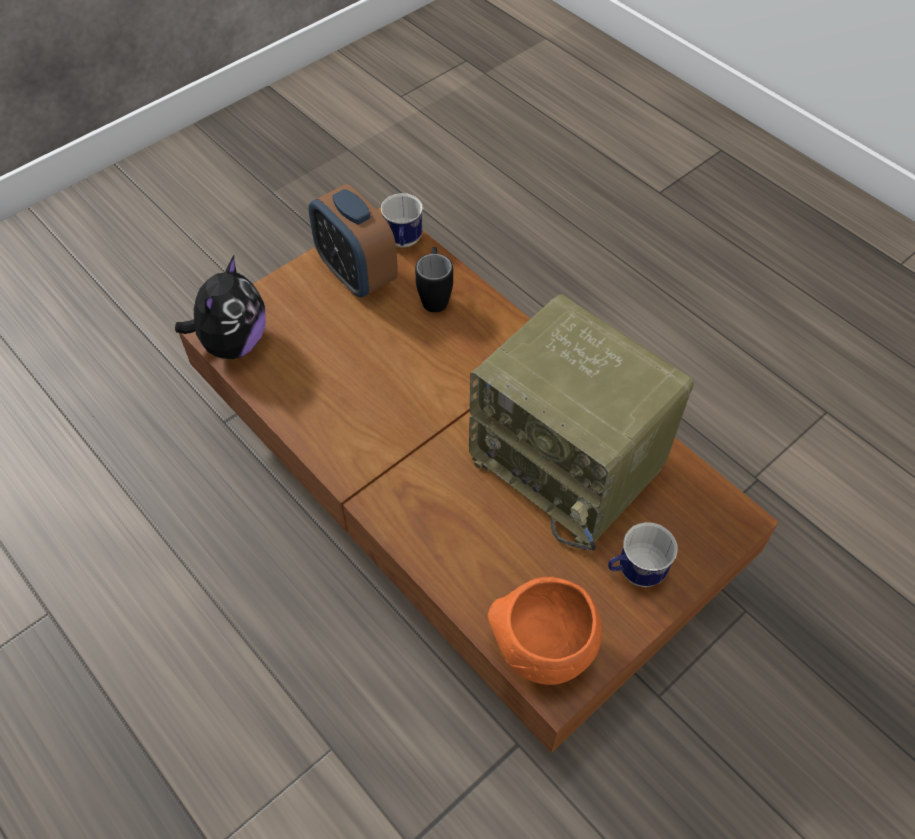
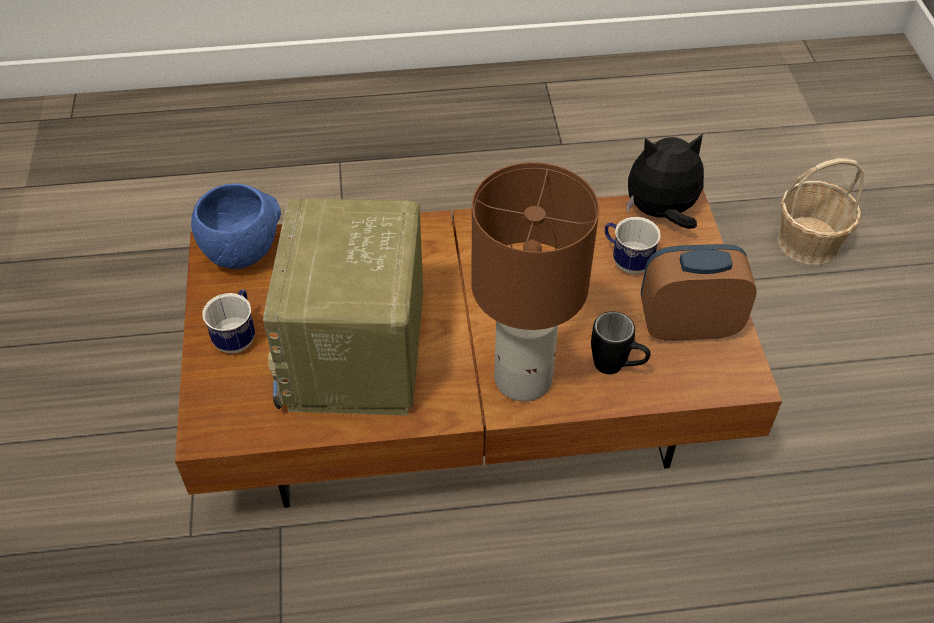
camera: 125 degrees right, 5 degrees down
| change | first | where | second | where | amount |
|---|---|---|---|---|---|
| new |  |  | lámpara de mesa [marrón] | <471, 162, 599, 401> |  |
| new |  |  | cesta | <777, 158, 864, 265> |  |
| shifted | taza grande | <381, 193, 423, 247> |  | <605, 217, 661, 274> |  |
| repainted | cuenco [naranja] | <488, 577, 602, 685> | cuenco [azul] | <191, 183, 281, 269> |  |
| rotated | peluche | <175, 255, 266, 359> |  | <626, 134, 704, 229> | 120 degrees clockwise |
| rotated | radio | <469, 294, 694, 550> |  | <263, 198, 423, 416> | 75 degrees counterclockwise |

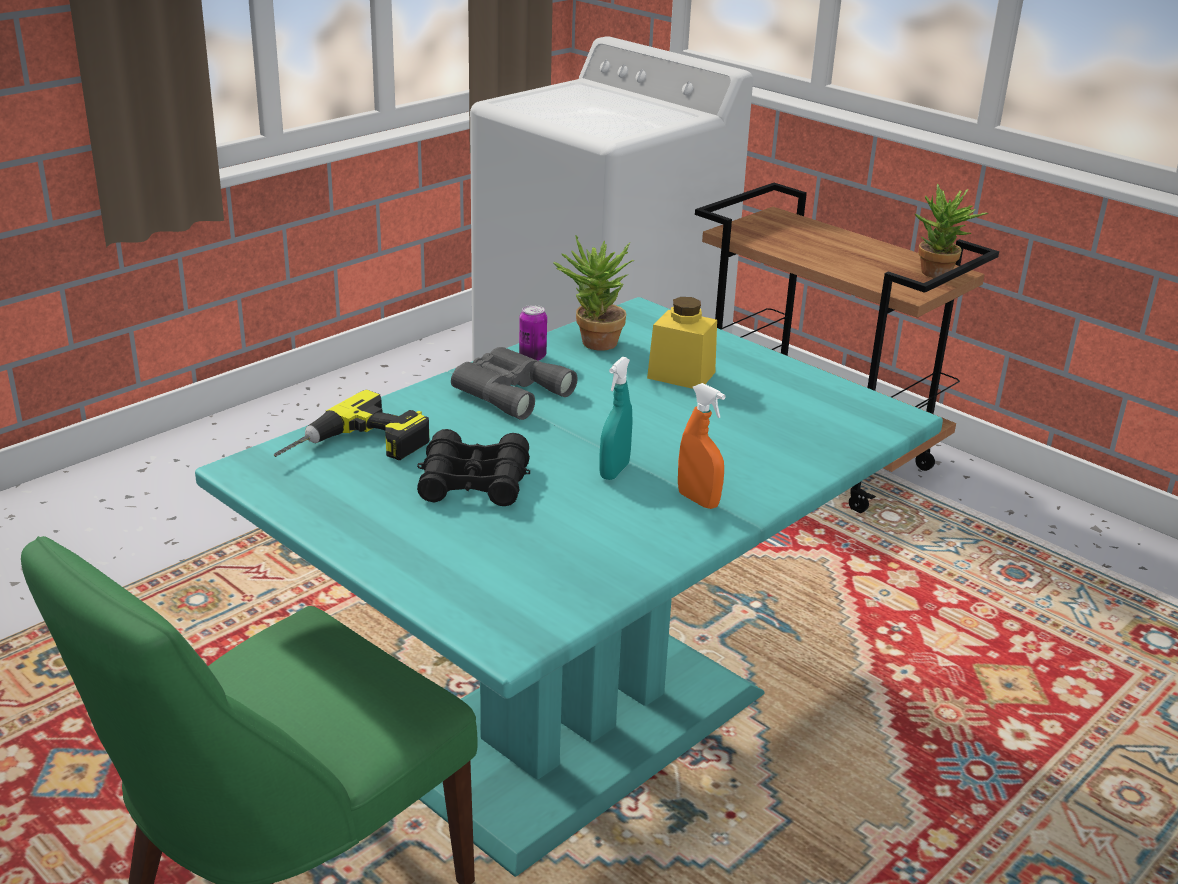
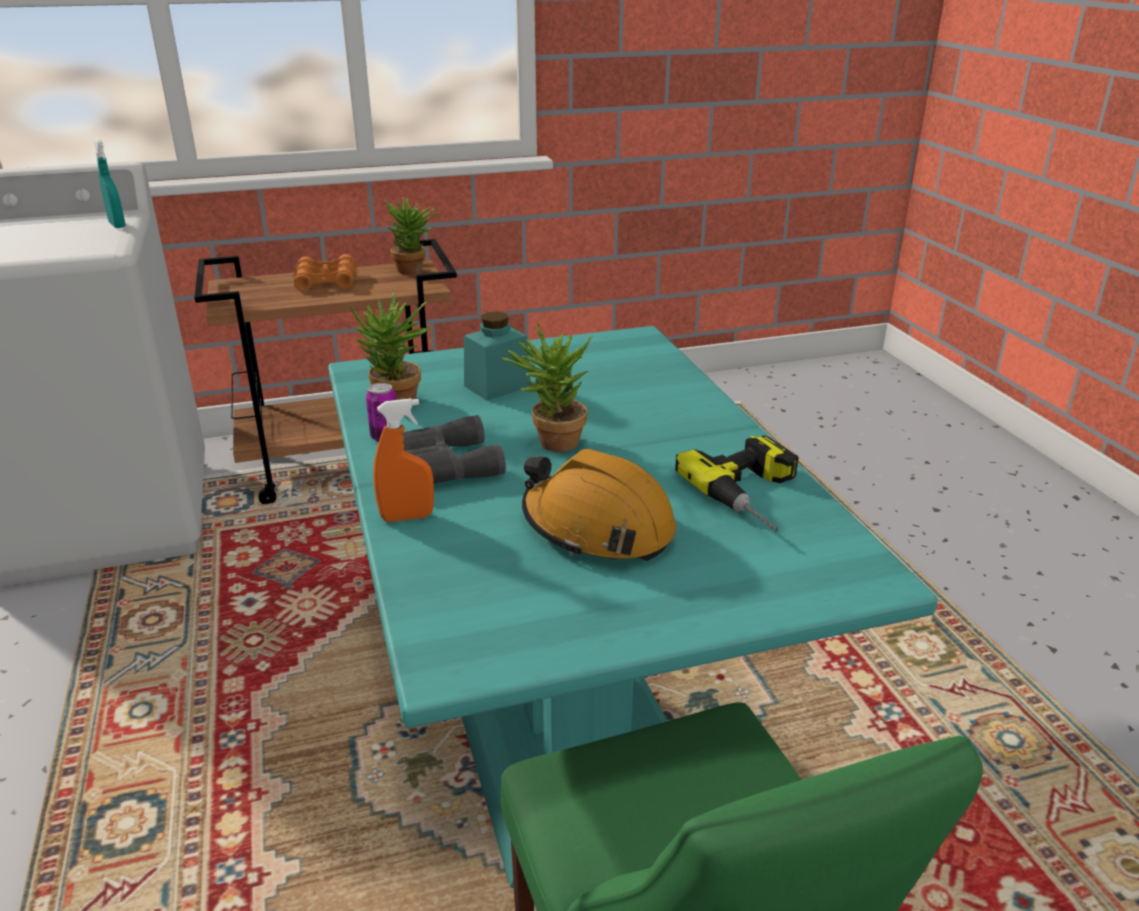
camera: 60 degrees left, 0 degrees up
| change | first | where | second | where | amount |
|---|---|---|---|---|---|
| new |  |  | prismáticos [naranja] | <291, 254, 358, 291> |  |
| new |  |  | planta en maceta | <501, 323, 592, 452> |  |
| shifted | taladro | <274, 389, 429, 460> |  | <675, 435, 799, 532> |  |
| shifted | pulverizador [turquesa] | <599, 357, 633, 480> |  | <93, 138, 125, 228> |  |
| shifted | pulverizador [naranja] | <678, 383, 726, 509> |  | <373, 398, 434, 522> |  |
| swapped | prismáticos [negro] | <417, 429, 530, 506> | casco [naranja] | <522, 449, 676, 561> |  |
| repainted | tarro [amarillo] | <647, 297, 717, 389> | tarro [turquesa] | <464, 311, 531, 401> |  |

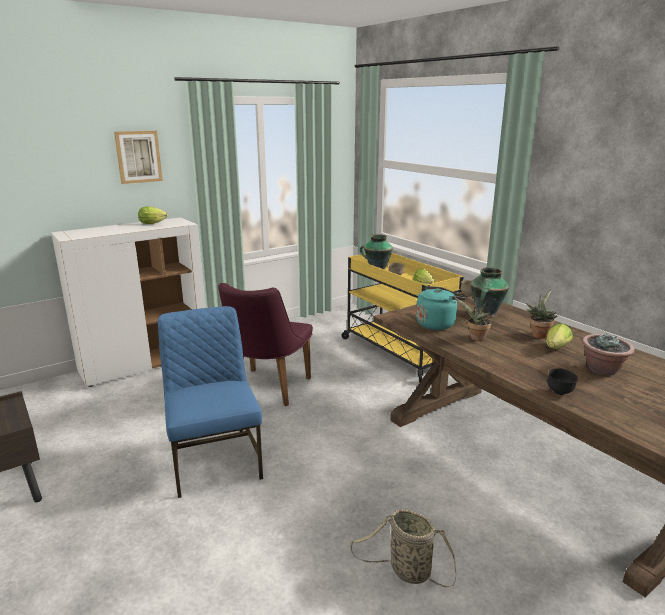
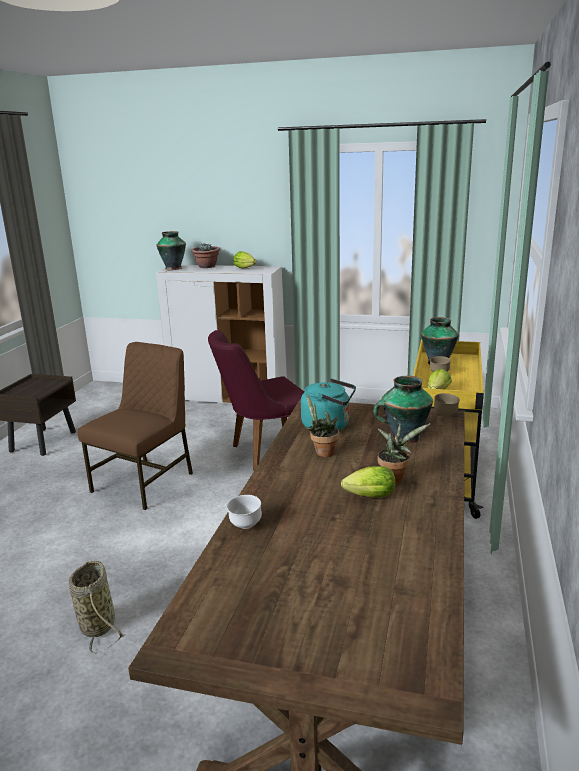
camera: 50 degrees right, 0 degrees up
| change | first | where | second | where | amount |
|---|---|---|---|---|---|
| gone | cuadro | <114, 131, 163, 184> |  |  |  |
| new |  |  | florero | <156, 231, 186, 270> |  |
| shifted | planta en maceta | <582, 334, 635, 375> |  | <191, 243, 220, 268> |  |
| repainted | silla [azul] | <158, 306, 263, 498> | silla [marrón] | <78, 342, 193, 510> |  |
| repainted | cuenco [negro] | <547, 368, 578, 395> | cuenco [blanco] | <227, 495, 262, 529> |  |

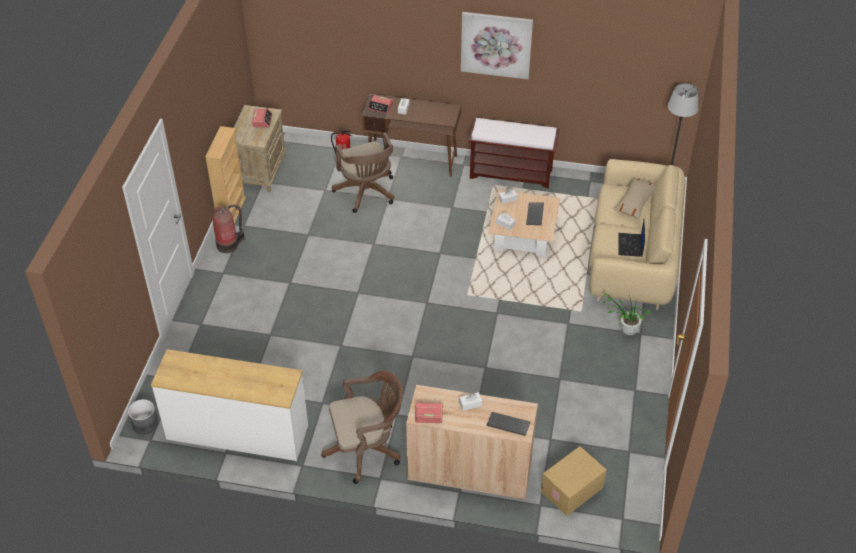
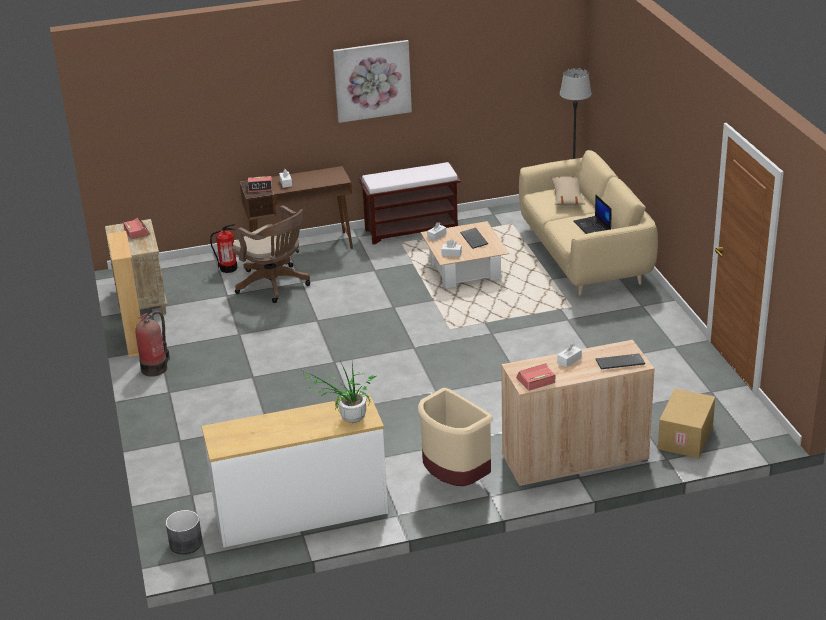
camera: 25 degrees left, 15 degrees down
| change | first | where | second | where | amount |
|---|---|---|---|---|---|
| shifted | planta en maceta | <601, 290, 652, 335> |  | <302, 361, 377, 423> |  |
| swapped | silla de oficina [marrón] | <321, 371, 403, 484> | papelera [beis] | <418, 388, 493, 486> |  |

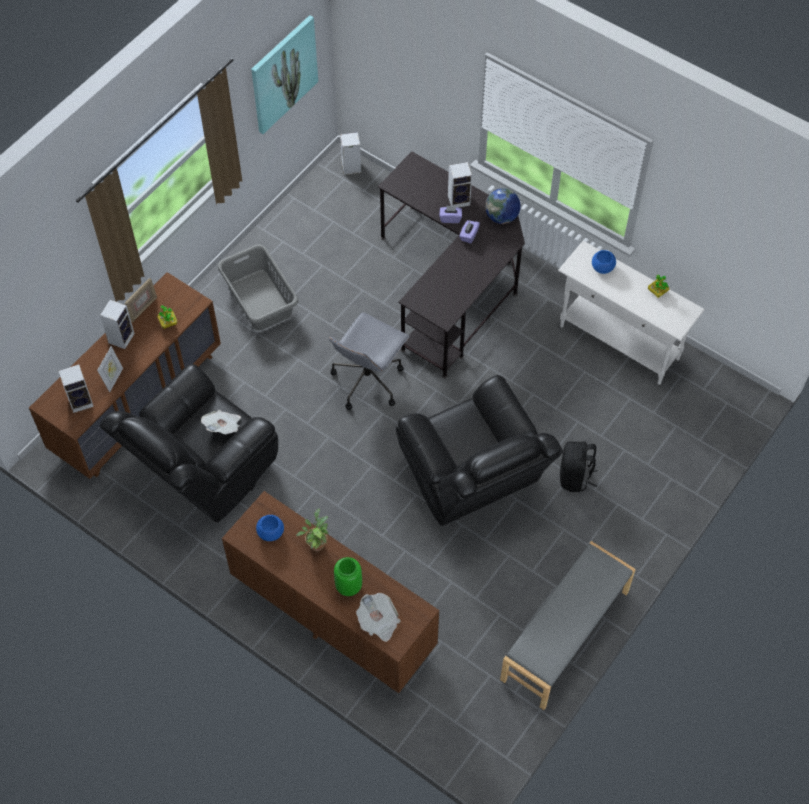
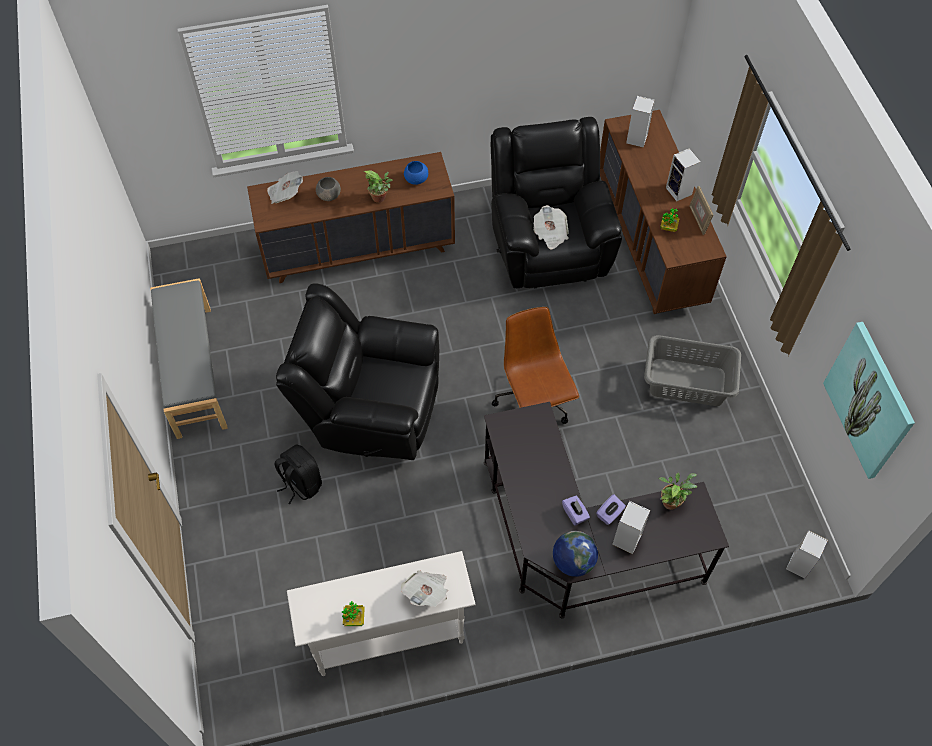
camera: 130 degrees right, 0 degrees up
| change | first | where | second | where | amount |
|---|---|---|---|---|---|
| gone | portarretratos | <97, 346, 123, 392> |  |  |  |
| new |  |  | planta en maceta | <658, 473, 697, 510> |  |
| swapped | florero [verde] | <334, 557, 362, 596> | cuenco [gris] | <316, 177, 341, 201> |  |
| swapped | cuenco [azul] | <592, 250, 616, 274> | periódico | <401, 570, 448, 607> |  |
| repainted | silla de oficina [gris] | <329, 312, 410, 410> | silla de oficina [marrón] | <492, 307, 579, 424> |  |

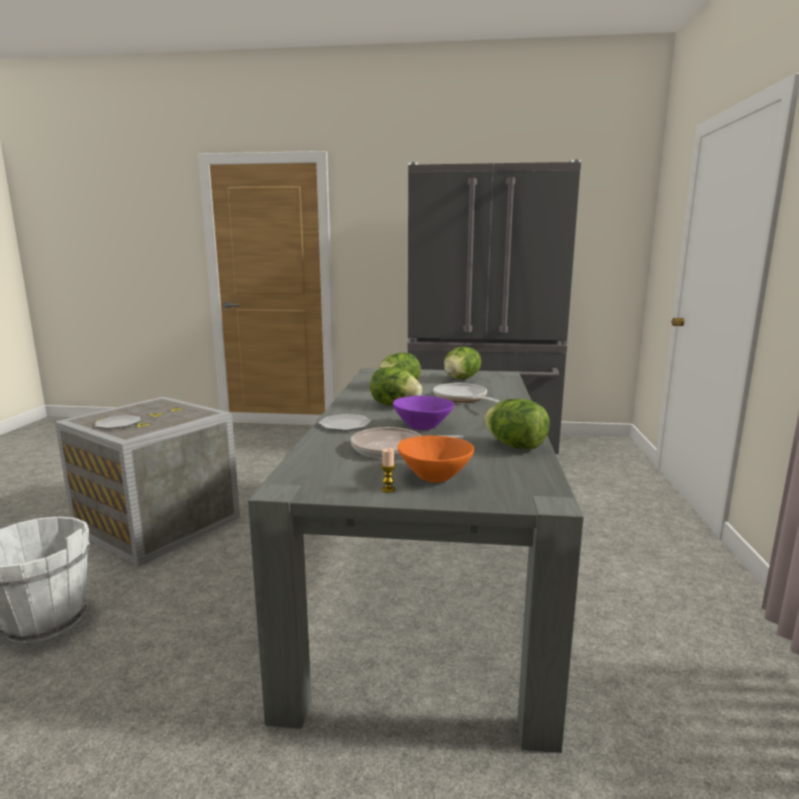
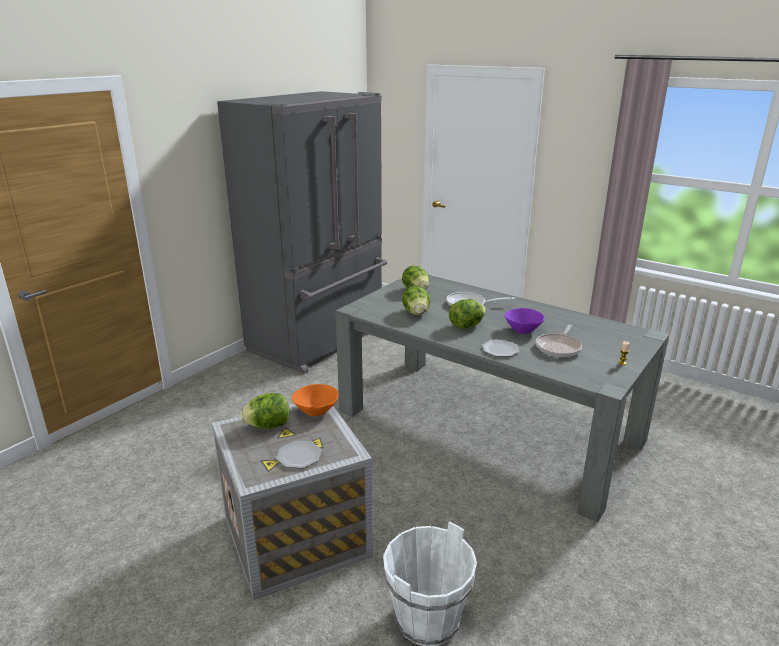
camera: 60 degrees left, 10 degrees up
| change | first | where | second | where | amount |
|---|---|---|---|---|---|
| shifted | cuenco [naranja] | <398, 435, 474, 483> |  | <292, 384, 339, 416> |  |
| shifted | lechuga | <484, 399, 550, 449> |  | <240, 393, 289, 429> |  |

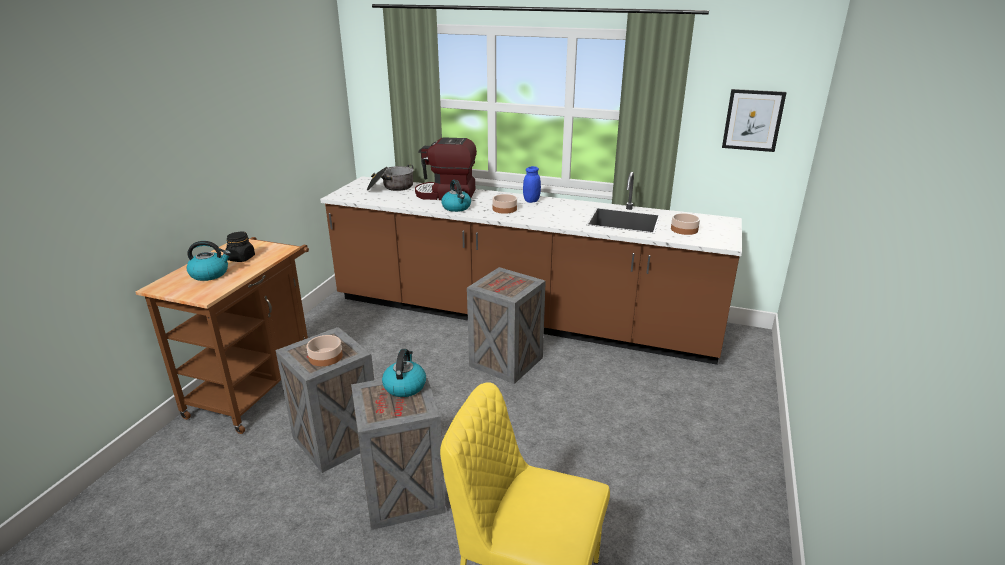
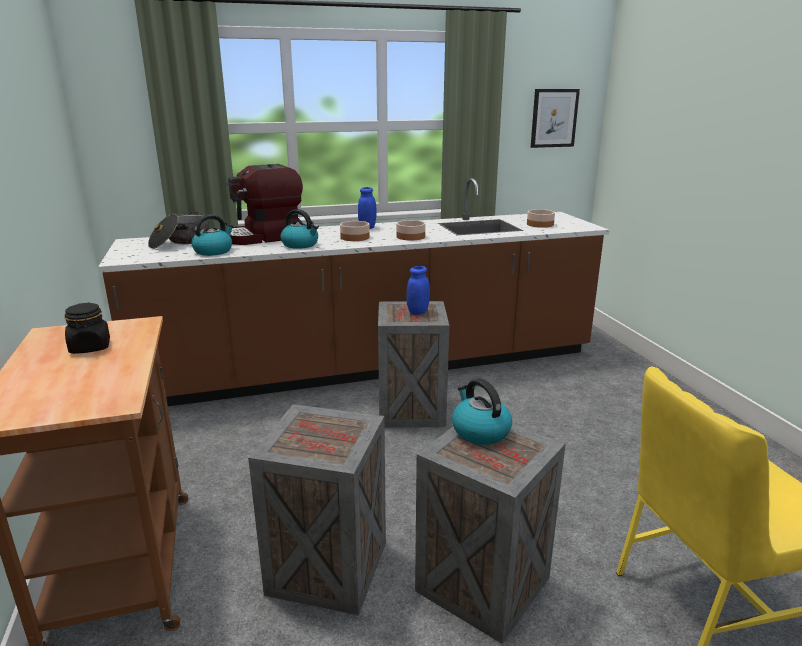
camera: 35 degrees left, 5 degrees down
| change | first | where | second | where | amount |
|---|---|---|---|---|---|
| new |  |  | tarro [azul] | <407, 266, 430, 315> |  |
| shifted | hervidor | <187, 241, 231, 281> |  | <191, 215, 234, 256> |  |
| shifted | cuenco | <307, 335, 343, 366> |  | <396, 220, 426, 240> |  |

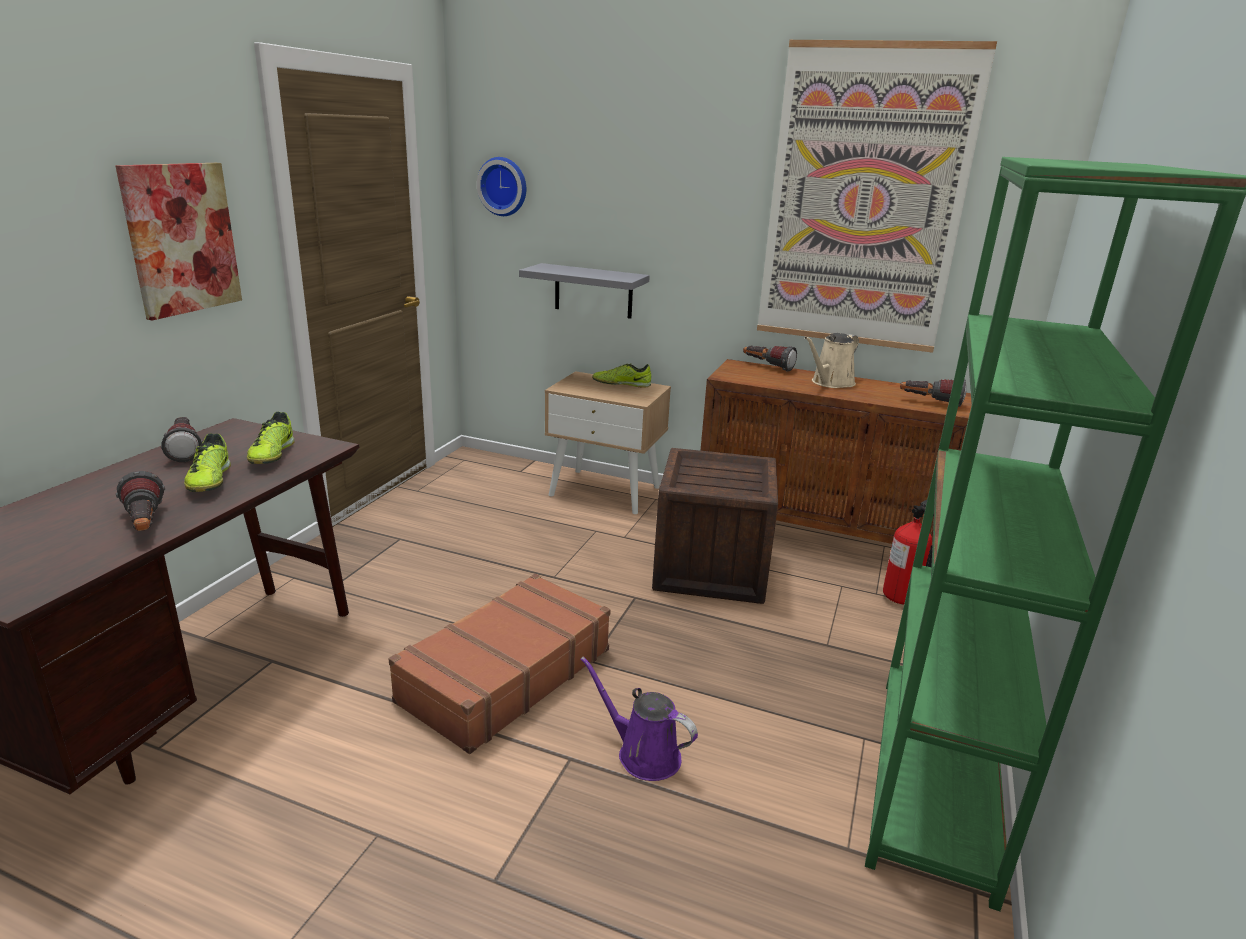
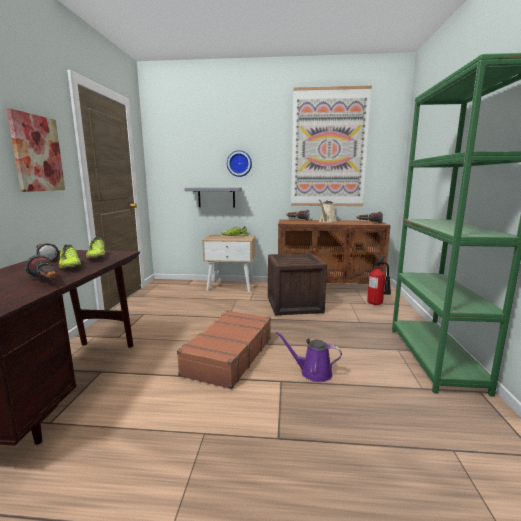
camera: 15 degrees left, 10 degrees down
| change | first | where | second | where | amount |
|---|---|---|---|---|---|
| shifted | reloj de pared | <477, 157, 526, 216> |  | <227, 150, 252, 177> |  |

